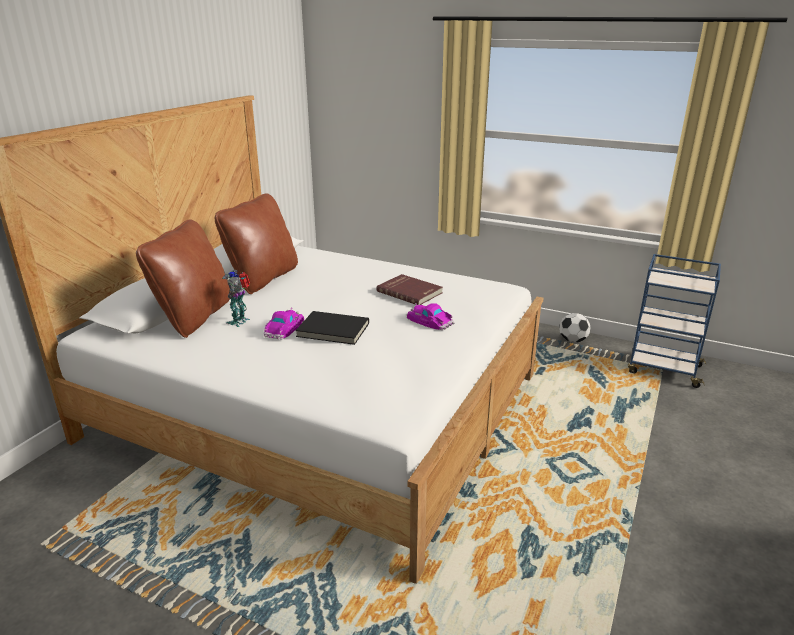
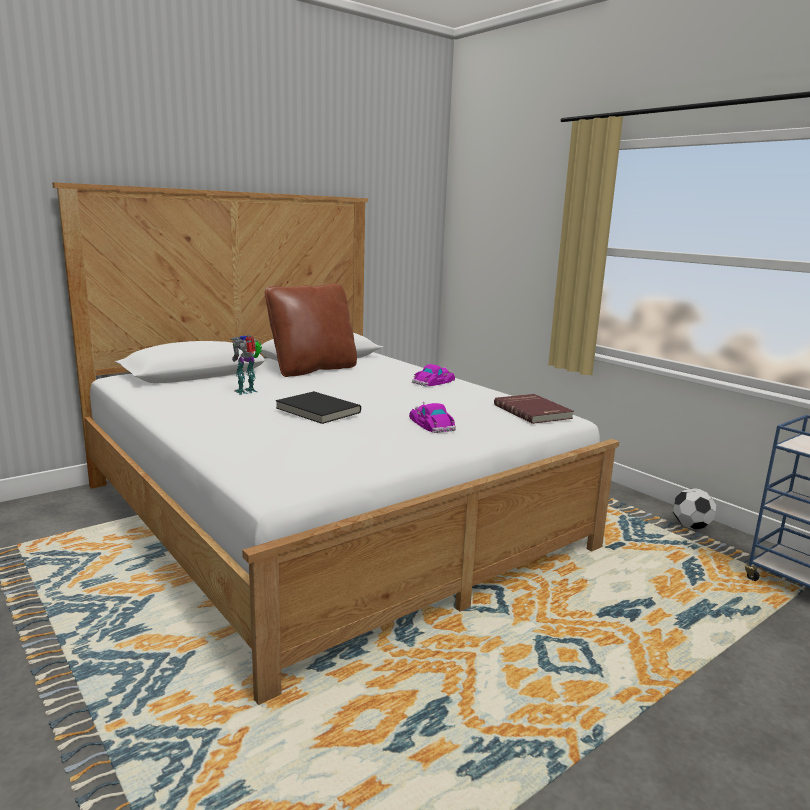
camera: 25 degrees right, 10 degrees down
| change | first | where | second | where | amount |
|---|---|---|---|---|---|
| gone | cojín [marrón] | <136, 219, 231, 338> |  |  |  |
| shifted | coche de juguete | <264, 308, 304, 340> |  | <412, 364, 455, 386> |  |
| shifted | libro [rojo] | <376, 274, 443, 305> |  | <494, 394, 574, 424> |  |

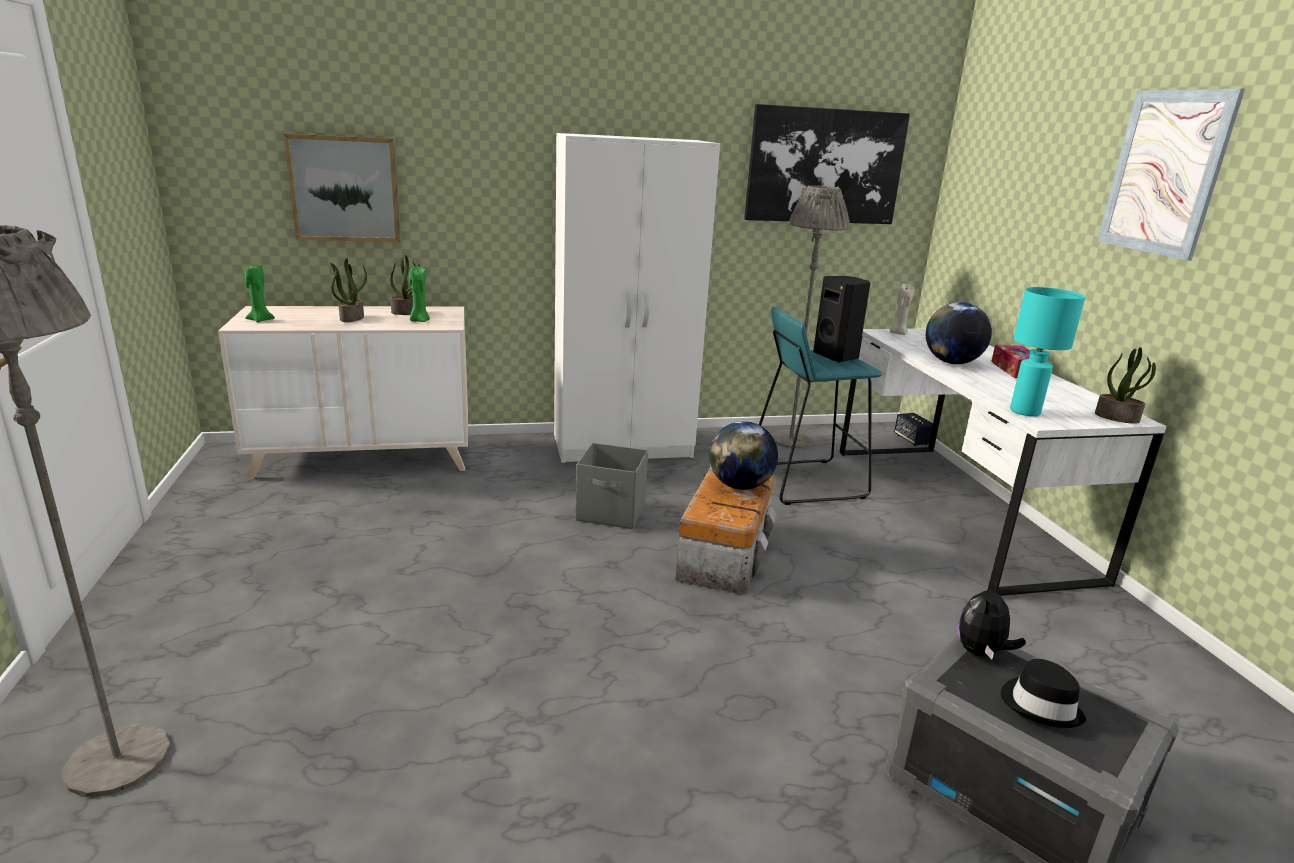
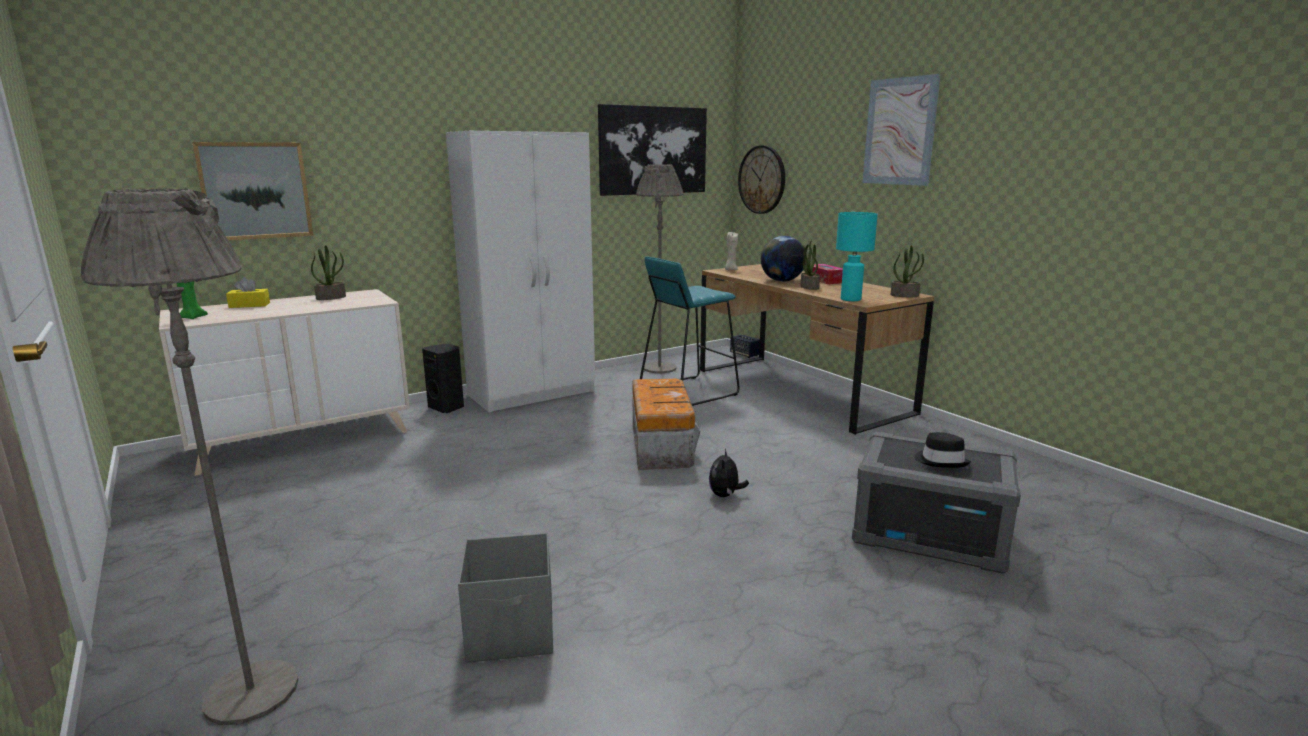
camera: 20 degrees left, 5 degrees down
| change | first | where | second | where | amount |
|---|---|---|---|---|---|
| gone | vela [verde] | <409, 266, 430, 322> |  |  |  |
| gone | globo terráqueo | <709, 421, 778, 490> |  |  |  |
| new |  |  | caja de pañuelos [amarillo] | <226, 277, 270, 308> |  |
| new |  |  | reloj de pared | <738, 145, 785, 214> |  |
| shifted | planta en maceta | <330, 258, 367, 322> |  | <800, 240, 820, 290> |  |
| shifted | caja de almacenaje [gris] | <576, 443, 648, 529> |  | <458, 533, 553, 663> |  |
| shifted | altavoz [negro] | <813, 276, 870, 362> |  | <422, 344, 464, 413> |  |
| shifted | peluche | <958, 581, 1026, 660> |  | <709, 449, 749, 497> |  |
| repainted | escritorio [blanco] | <839, 329, 1167, 596> | escritorio [marrón] | <700, 264, 934, 435> |  |

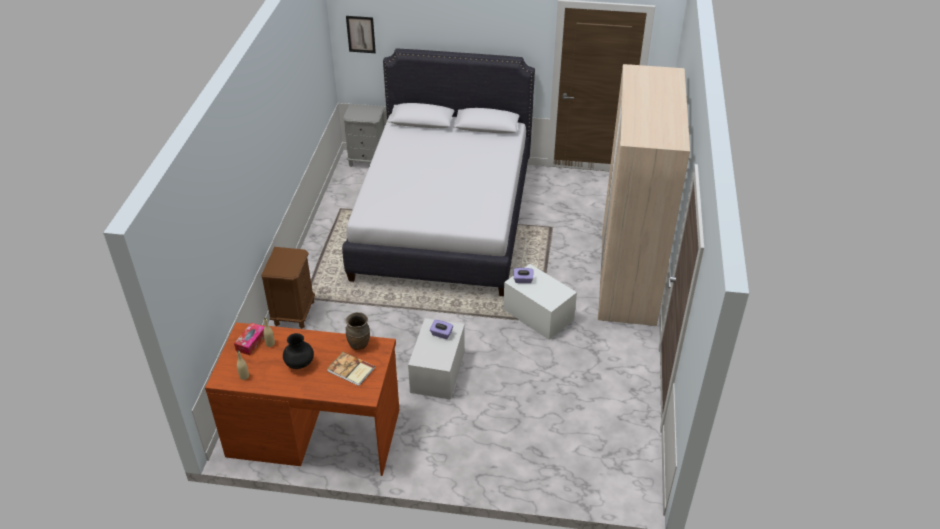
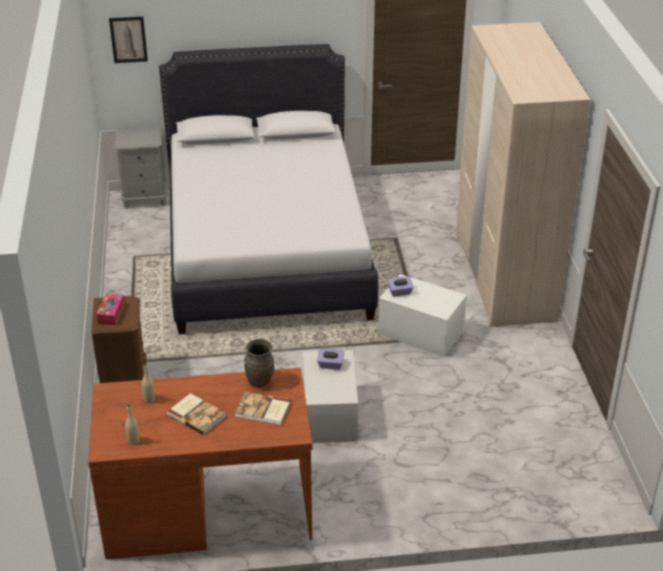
camera: 15 degrees left, 5 degrees down
| change | first | where | second | where | amount |
|---|---|---|---|---|---|
| shifted | caja de pañuelos | <234, 323, 264, 355> |  | <96, 293, 125, 325> |  |
| swapped | florero [negro] | <283, 333, 314, 369> | libro | <167, 393, 227, 435> |  |

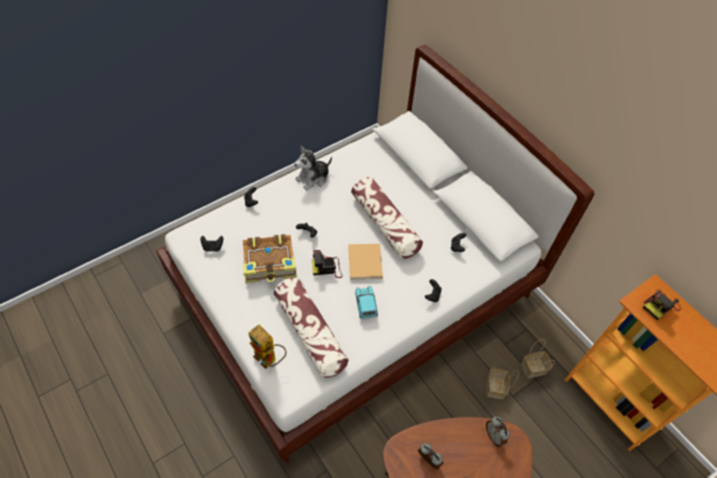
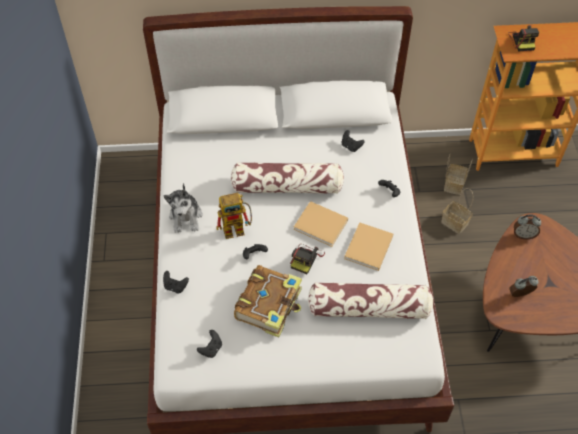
camera: 55 degrees left, 0 degrees up
| change | first | where | second | where | amount |
|---|---|---|---|---|---|
| shifted | robot de juguete | <249, 325, 286, 369> |  | <216, 193, 252, 239> |  |
| swapped | coche de juguete [turquesa] | <355, 286, 378, 319> | libro [beis] | <344, 222, 393, 271> |  |

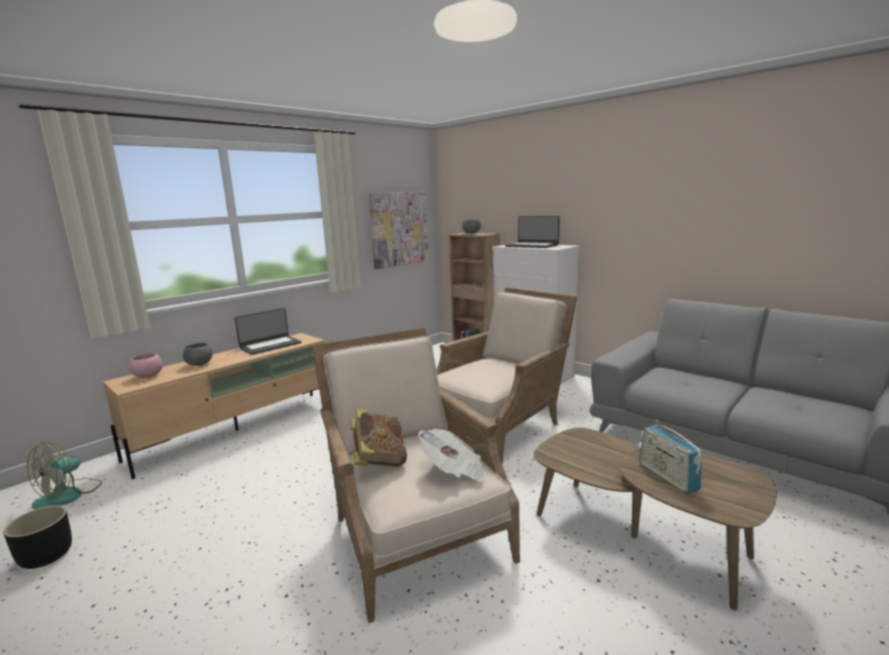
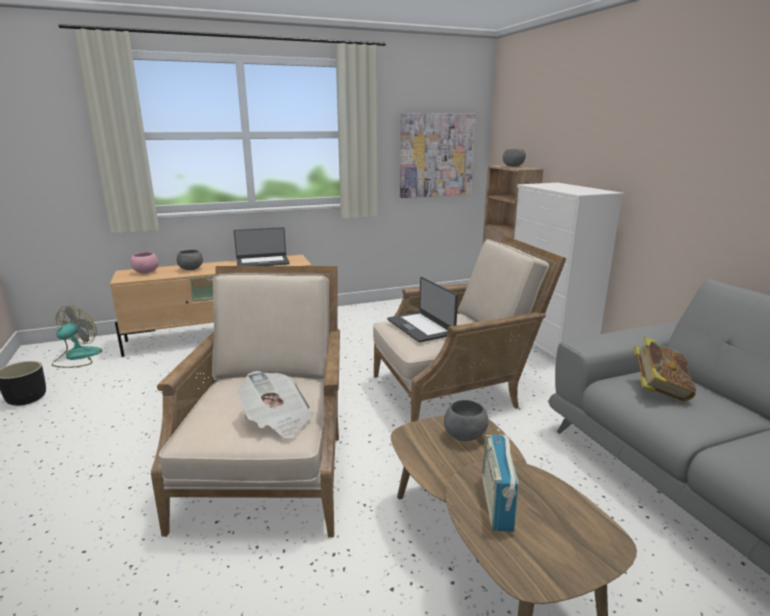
camera: 25 degrees right, 5 degrees up
| change | first | where | second | where | amount |
|---|---|---|---|---|---|
| new |  |  | cuenco [gris] | <444, 400, 488, 441> |  |
| shifted | libro | <350, 408, 407, 467> |  | <633, 336, 696, 401> |  |
| shifted | portátil | <505, 216, 560, 248> |  | <387, 277, 458, 343> |  |
| rotated | ventilador | <27, 442, 102, 509> |  | <52, 306, 102, 368> | 150 degrees clockwise |

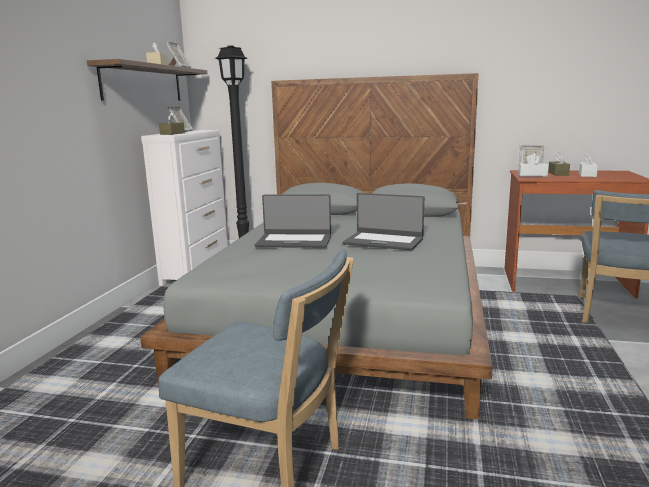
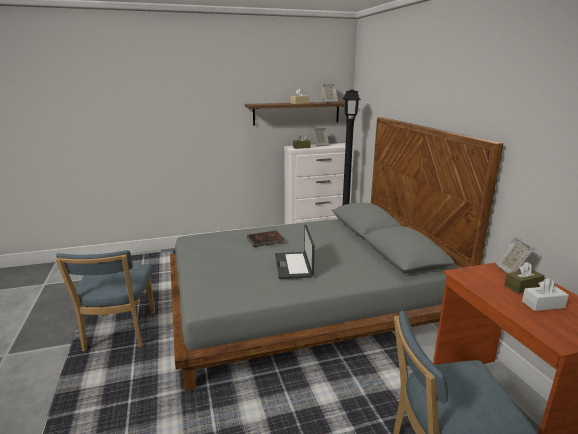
camera: 60 degrees right, 5 degrees up
| change | first | where | second | where | amount |
|---|---|---|---|---|---|
| gone | caja de pañuelos [blanco] | <518, 153, 549, 177> |  |  |  |
| swapped | portátil | <255, 194, 331, 248> | libro [marrón] | <247, 230, 286, 247> |  |

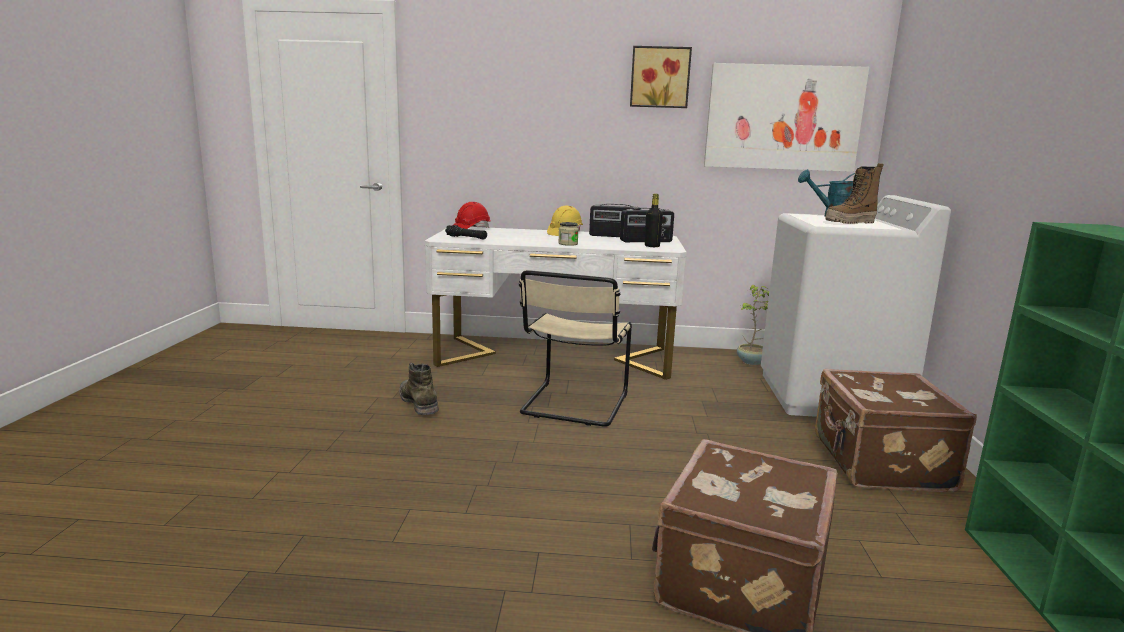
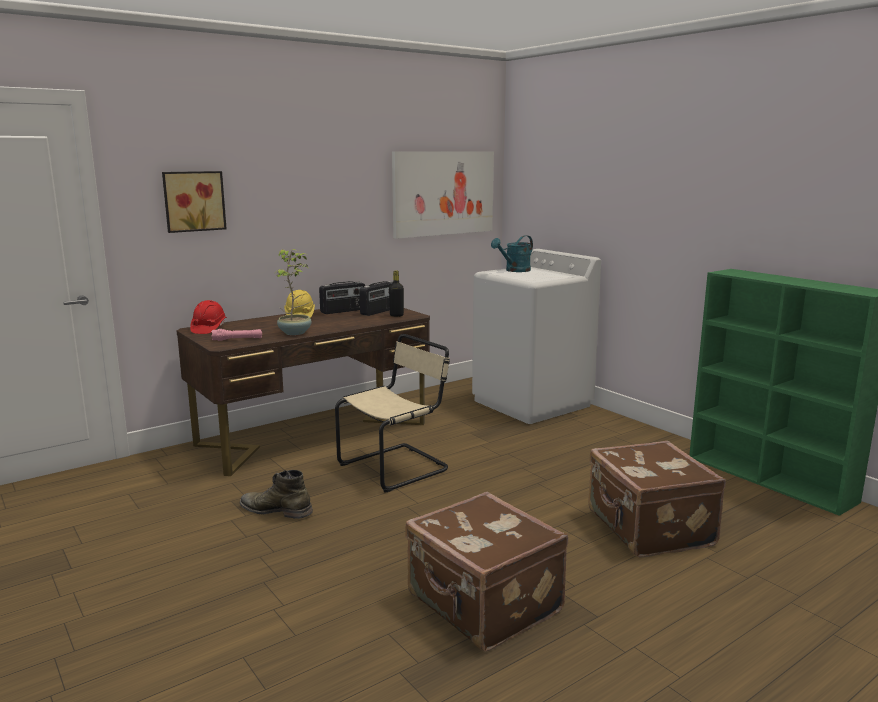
camera: 40 degrees left, 0 degrees up
| change | first | where | second | where | amount |
|---|---|---|---|---|---|
| gone | tarro | <558, 222, 579, 246> |  |  |  |
| gone | bota | <825, 163, 884, 224> |  |  |  |
| shifted | cuadro | <630, 46, 692, 108> |  | <162, 171, 227, 233> |  |
| shifted | planta en maceta | <737, 285, 769, 365> |  | <276, 249, 312, 335> |  |
| shifted | maleta [marrón] | <815, 369, 977, 492> |  | <405, 492, 568, 651> |  |
| repainted | escritorio [blanco] | <425, 227, 687, 380> | escritorio [marrón] | <177, 308, 430, 476> |  |
| repainted | linterna [negro] | <445, 225, 487, 239> | linterna [rosa] | <211, 329, 262, 341> |  |
| rotated | silla [beis] | <519, 270, 632, 427> |  | <335, 334, 450, 493> | 105 degrees counterclockwise |

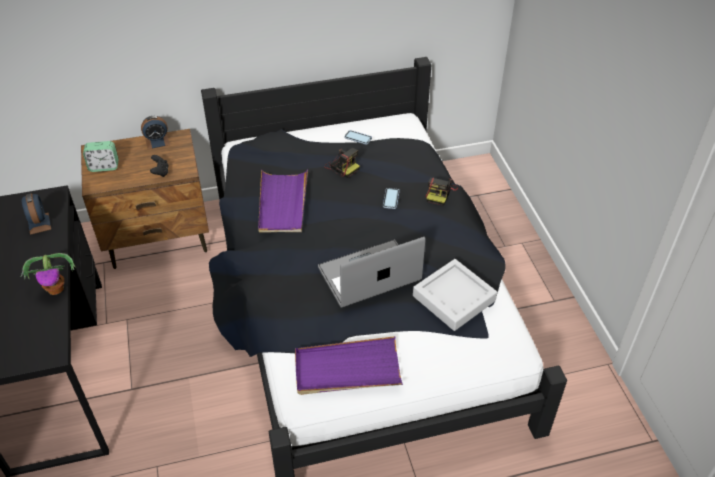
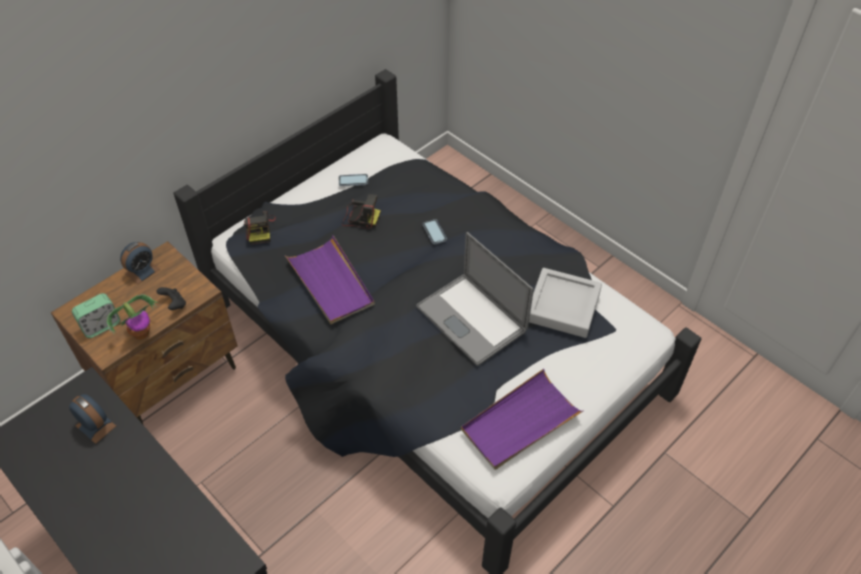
camera: 30 degrees left, 5 degrees up
| change | first | where | second | where | amount |
|---|---|---|---|---|---|
| shifted | planta en maceta | <21, 253, 75, 295> |  | <107, 294, 158, 340> |  |
| shifted | cámara | <425, 178, 458, 206> |  | <244, 211, 276, 245> |  |
| rotated | portátil | <318, 237, 425, 308> |  | <416, 232, 534, 366> | 75 degrees counterclockwise |

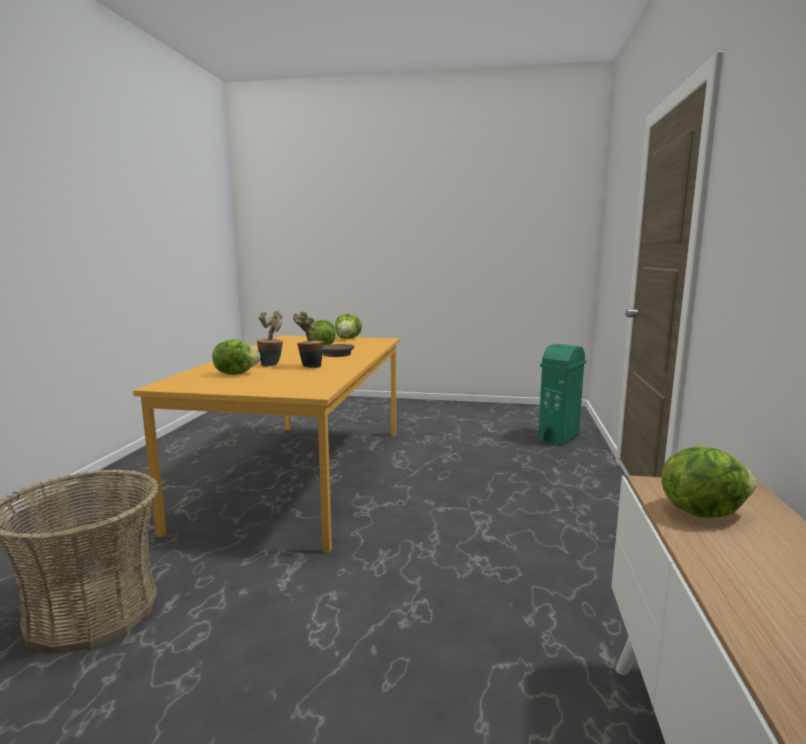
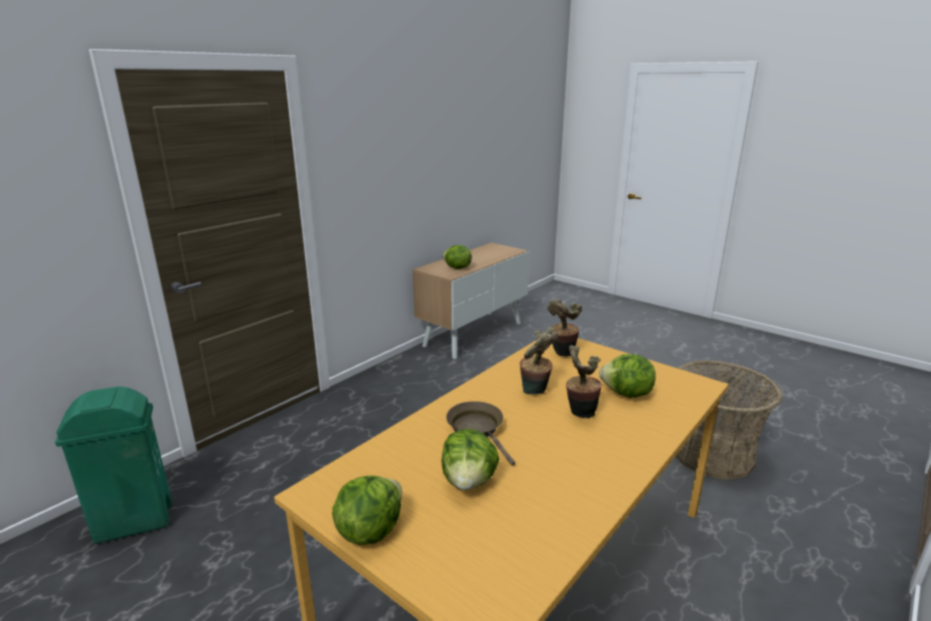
camera: 150 degrees left, 10 degrees up
| change | first | where | second | where | amount |
|---|---|---|---|---|---|
| new |  |  | planta en maceta | <547, 299, 582, 357> |  |

